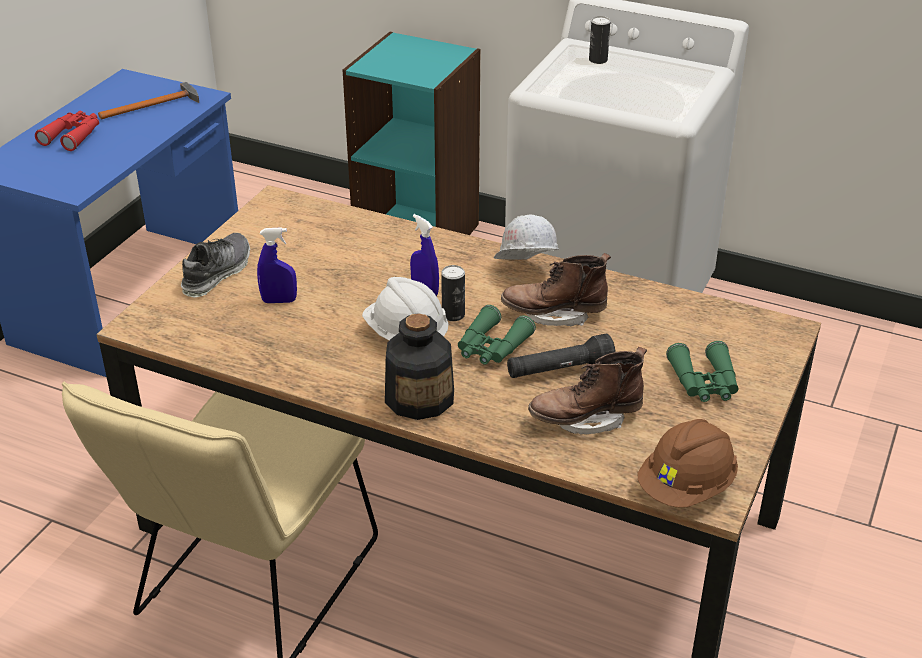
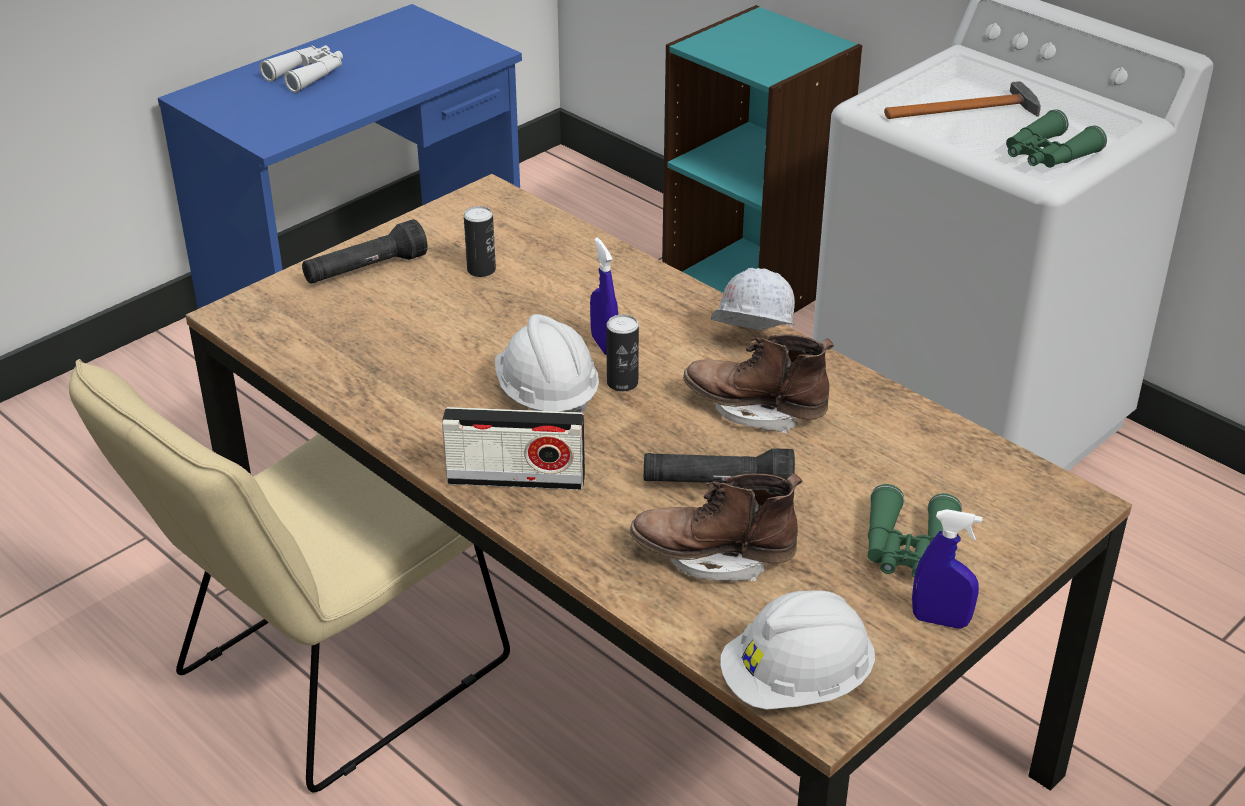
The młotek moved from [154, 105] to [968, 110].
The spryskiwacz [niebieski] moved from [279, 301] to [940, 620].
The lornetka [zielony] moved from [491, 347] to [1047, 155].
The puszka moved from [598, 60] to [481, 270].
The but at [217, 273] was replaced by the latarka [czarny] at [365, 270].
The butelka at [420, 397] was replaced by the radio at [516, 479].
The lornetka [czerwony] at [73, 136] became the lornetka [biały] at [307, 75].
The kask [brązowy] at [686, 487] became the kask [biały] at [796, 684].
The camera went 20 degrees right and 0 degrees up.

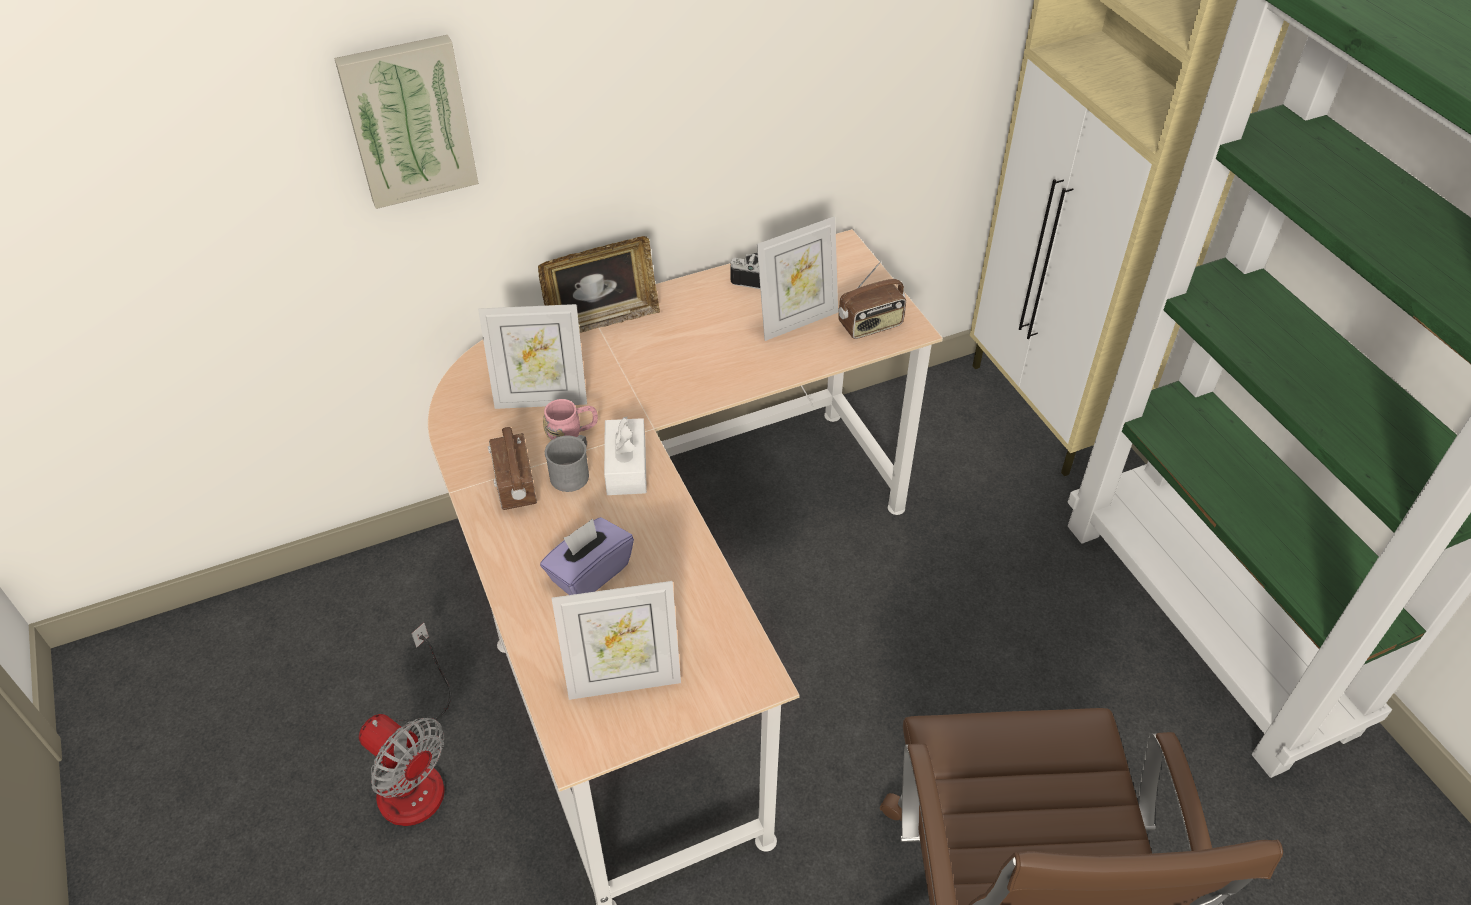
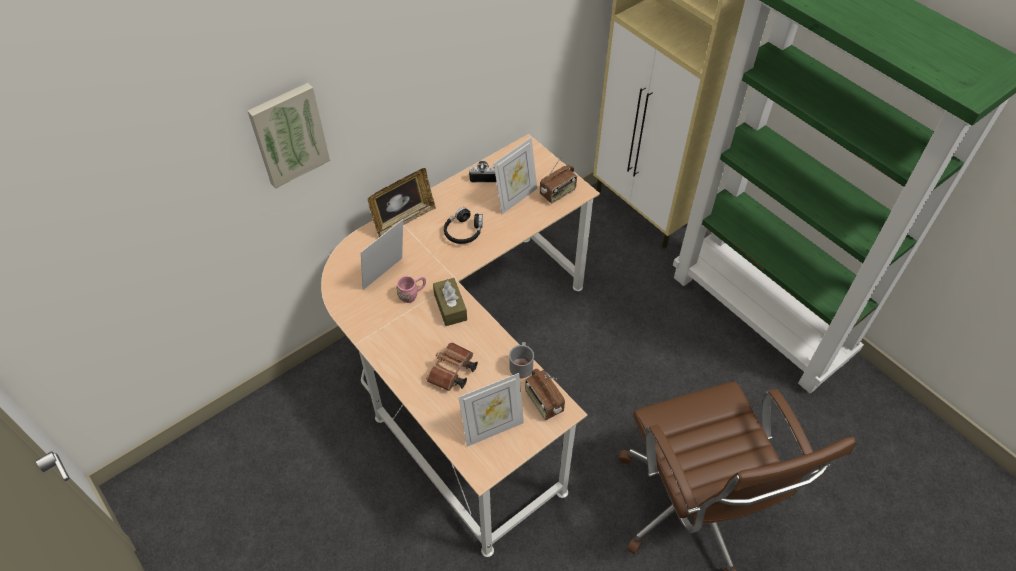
The wentylator at [415, 770] disappeared.
The słuchawki [czarny] at [464, 231] appeared.
The radio moved from [515, 487] to [543, 402].
The kubek [szary] moved from [573, 472] to [521, 364].
The pudełko chusteczek [fioletowy] at [589, 573] was replaced by the lornetka [brązowy] at [452, 373].
The pudełko chusteczek [biały] at [626, 467] became the pudełko chusteczek [brązowy] at [450, 307].
The ramka na zdjęcie at [541, 399] turned 150 degrees clockwise.
The camera went 15 degrees left and 5 degrees up.

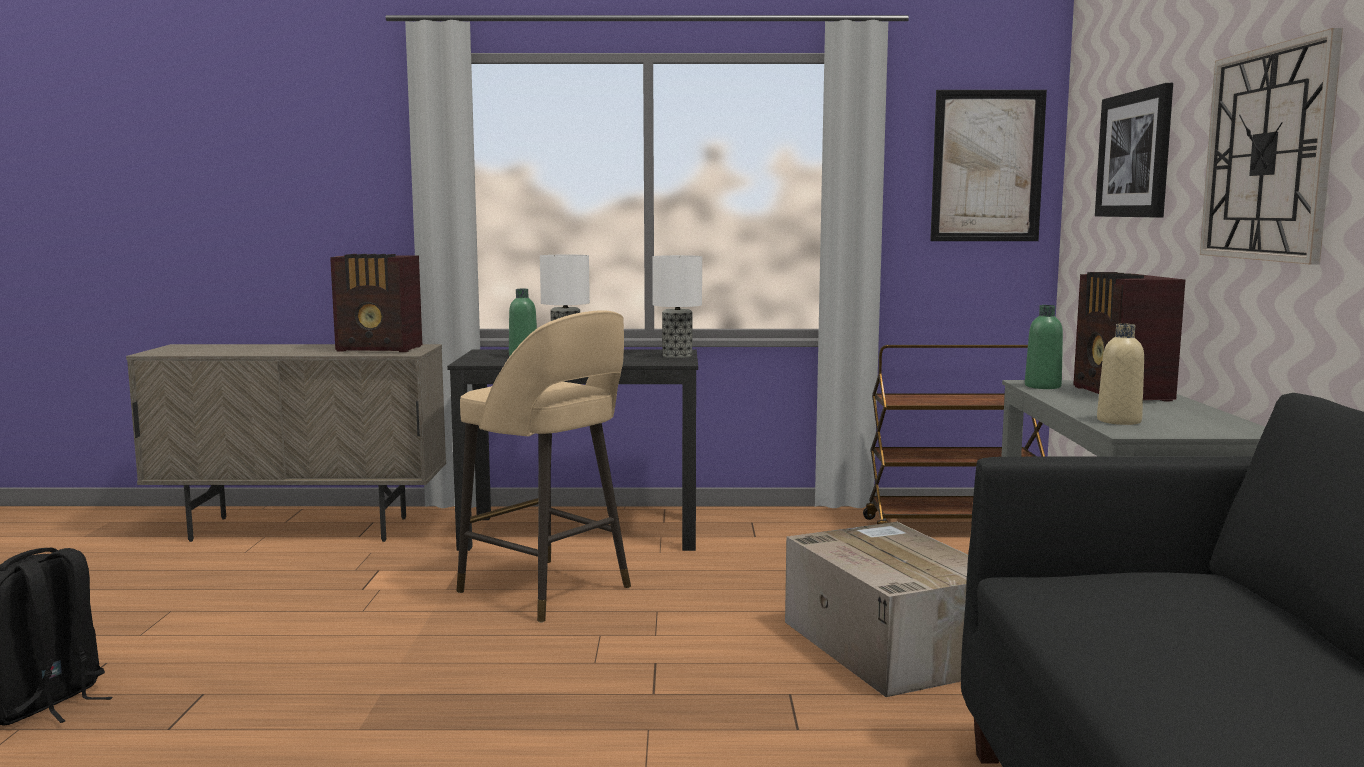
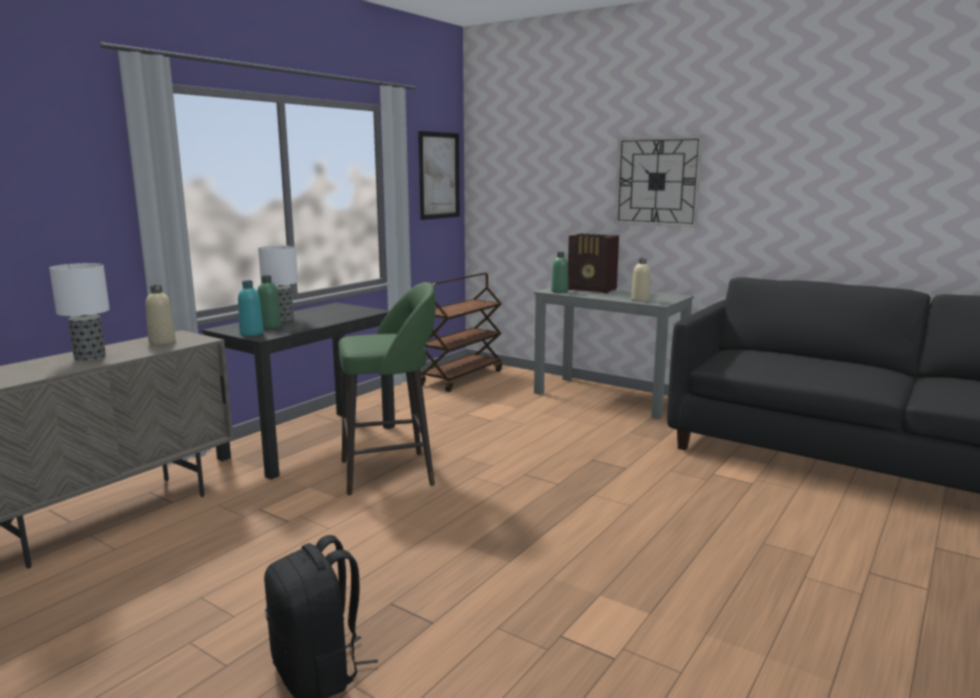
The karton at [888, 644] disappeared.
The obraz at [1135, 154] disappeared.
The butelka [turkusowy] at [251, 333] appeared.
The lampa stołowa moved from [678, 355] to [90, 357].
The radio at [380, 349] was replaced by the butelka [beżowy] at [162, 342].
The stołek [beżowy] at [548, 591] became the stołek [zielony] at [390, 472].
The camera went 55 degrees left and 5 degrees up.

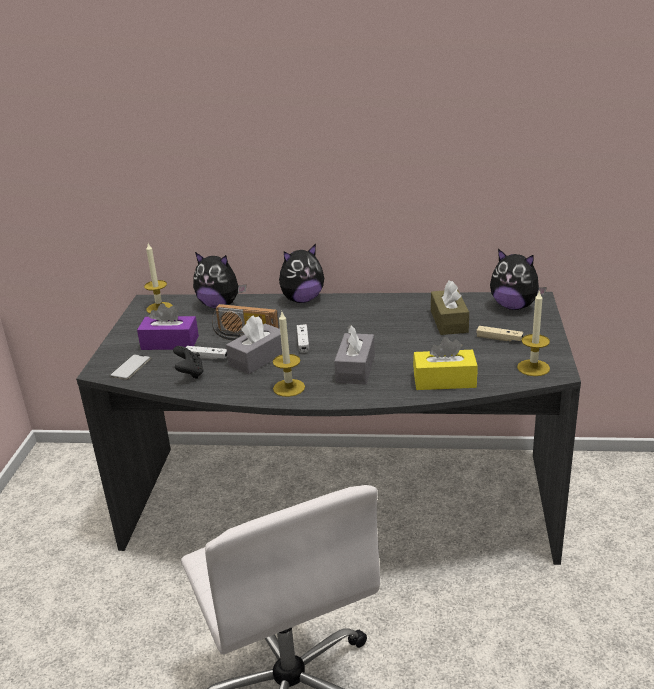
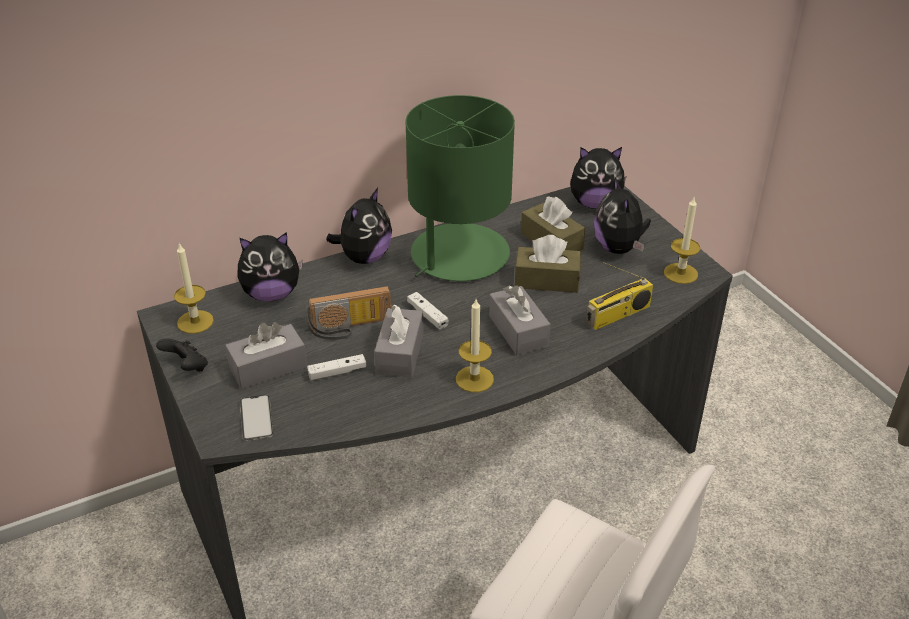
The lampa stołowa [zielony] at [459, 255] appeared.
The pudełko chusteczek [brązowy] at [547, 280] appeared.
The pad do gier [czarny] moved from [190, 373] to [187, 367].
The pudełko chusteczek [żółty] at [444, 380] was replaced by the radio at [617, 315].
The pad do gier [beżowy] at [499, 339] was replaced by the pluszak at [619, 248].
The pudełko chusteczek [fioletowy] at [170, 343] became the pudełko chusteczek [szary] at [268, 367].
The camera went 35 degrees left and 10 degrees up.

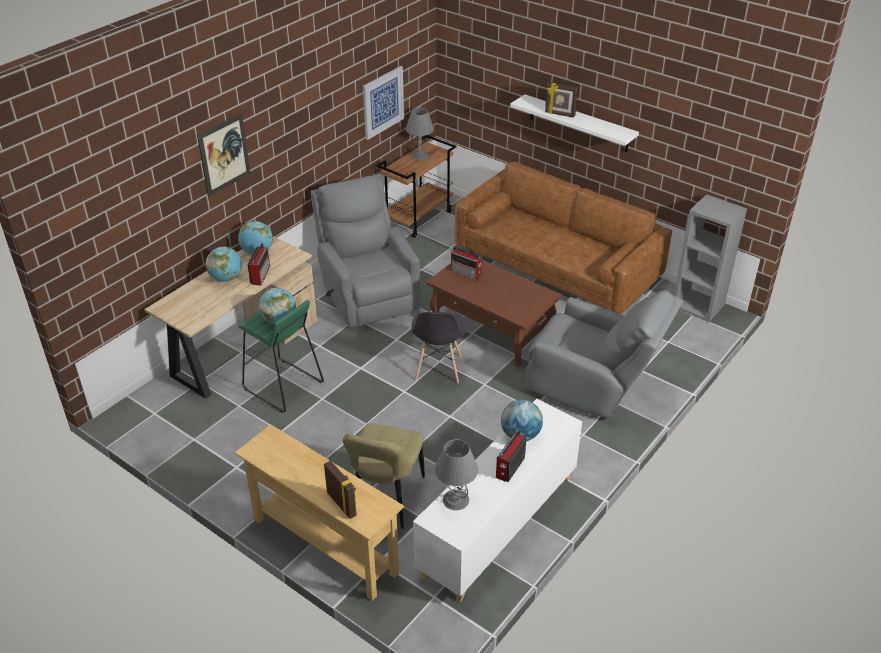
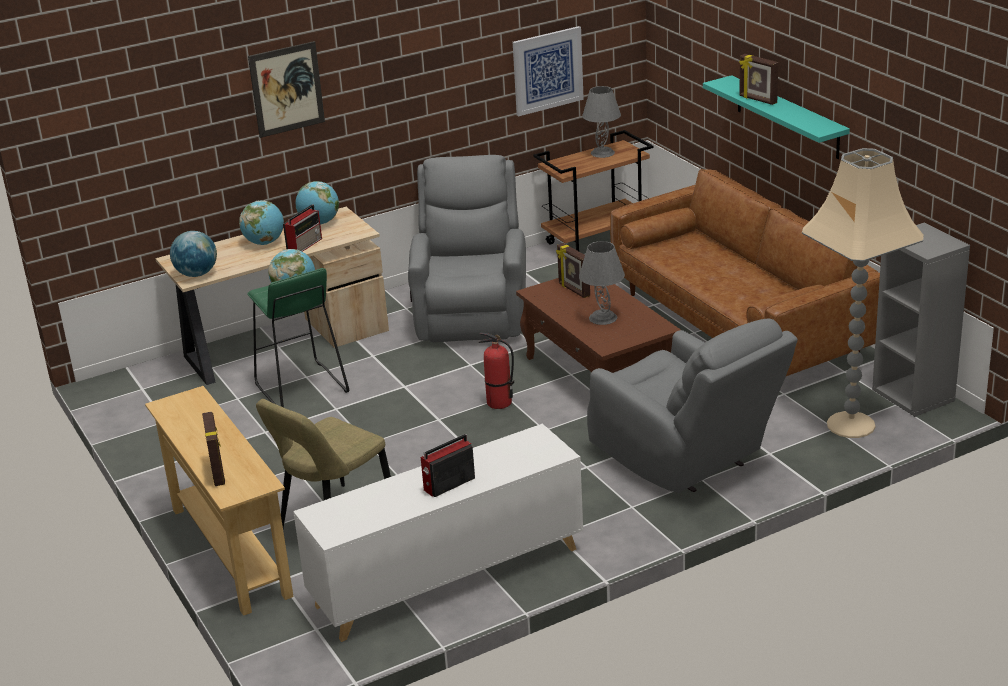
The lampa stojąca [beżowy] at [850, 425] appeared.
The lampa stołowa [szary] moved from [456, 499] to [603, 318].
The globus moved from [520, 435] to [197, 274].
The krzesło [szary] at [438, 368] was replaced by the gaśnica at [499, 403].
The radio at [466, 274] was replaced by the ramka na zdjęcie at [573, 290].
The półka [biały] at [578, 123] became the półka [turkusowy] at [787, 117].
The camera went 25 degrees right and 10 degrees down.

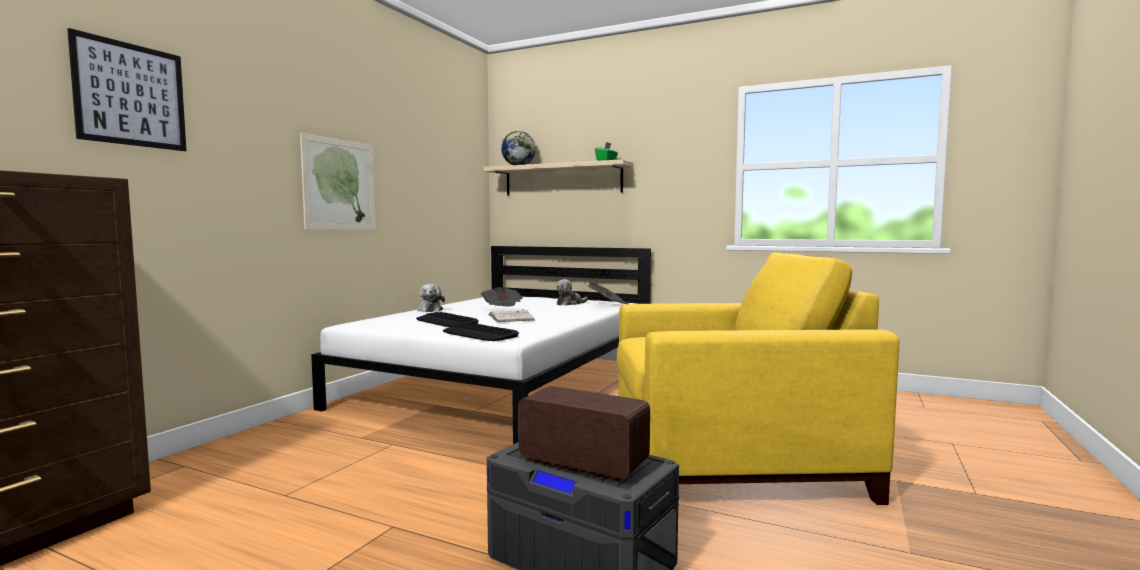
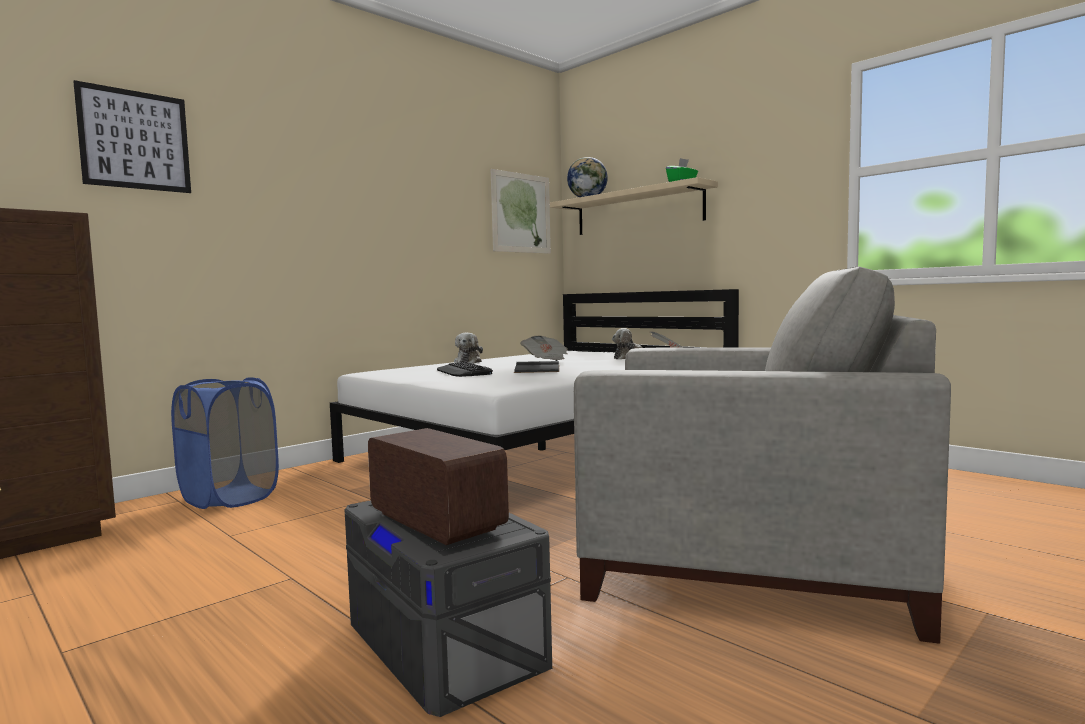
The klawiatura at [480, 334] disappeared.
The kosz na pranie [niebieski] at [230, 498] appeared.
The obraz moved from [339, 185] to [521, 213].
The książka [biały] at [511, 317] became the książka [czarny] at [537, 369].
The fotel [żółty] at [728, 460] became the fotel [szary] at [741, 555].
The camera went 20 degrees right and 0 degrees up.

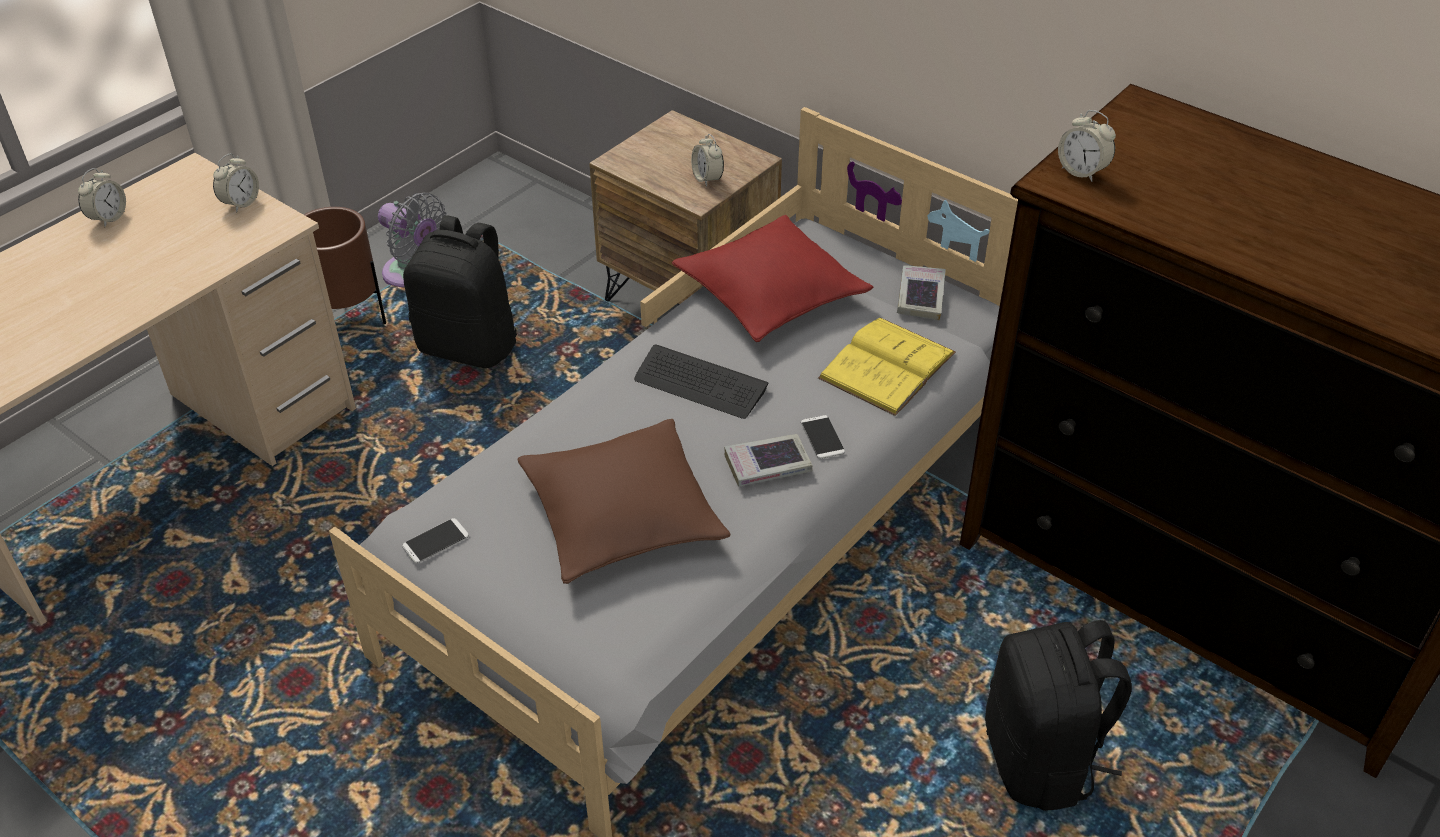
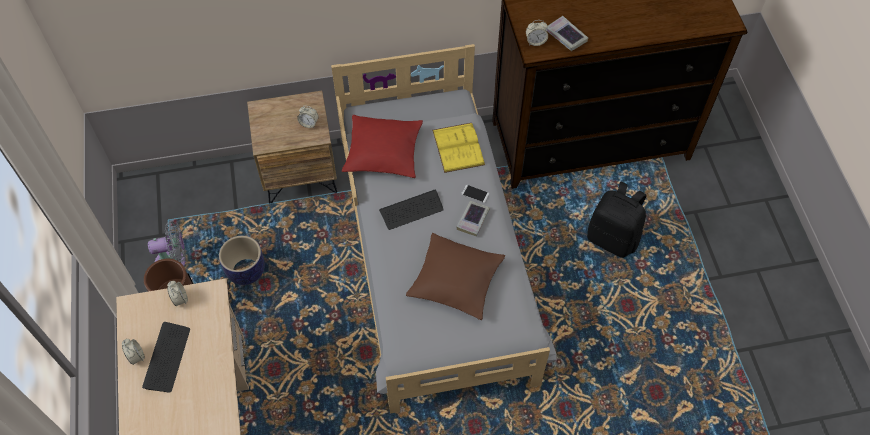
The telefon at [435, 541] disappeared.
The klawiatura at [167, 358] appeared.
The książka moved from [920, 297] to [566, 36].
The plecak [czarny] at [470, 346] was replaced by the donica at [246, 270].
The camera went 50 degrees left and 15 degrees up.

